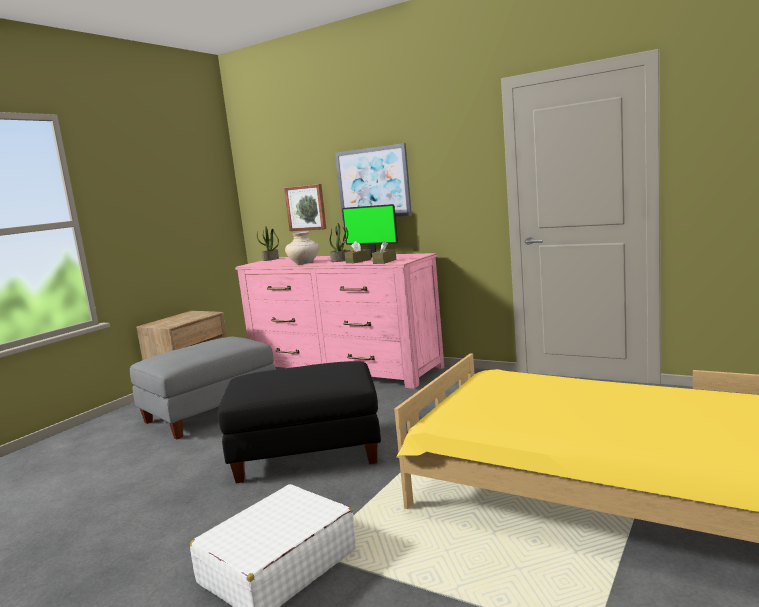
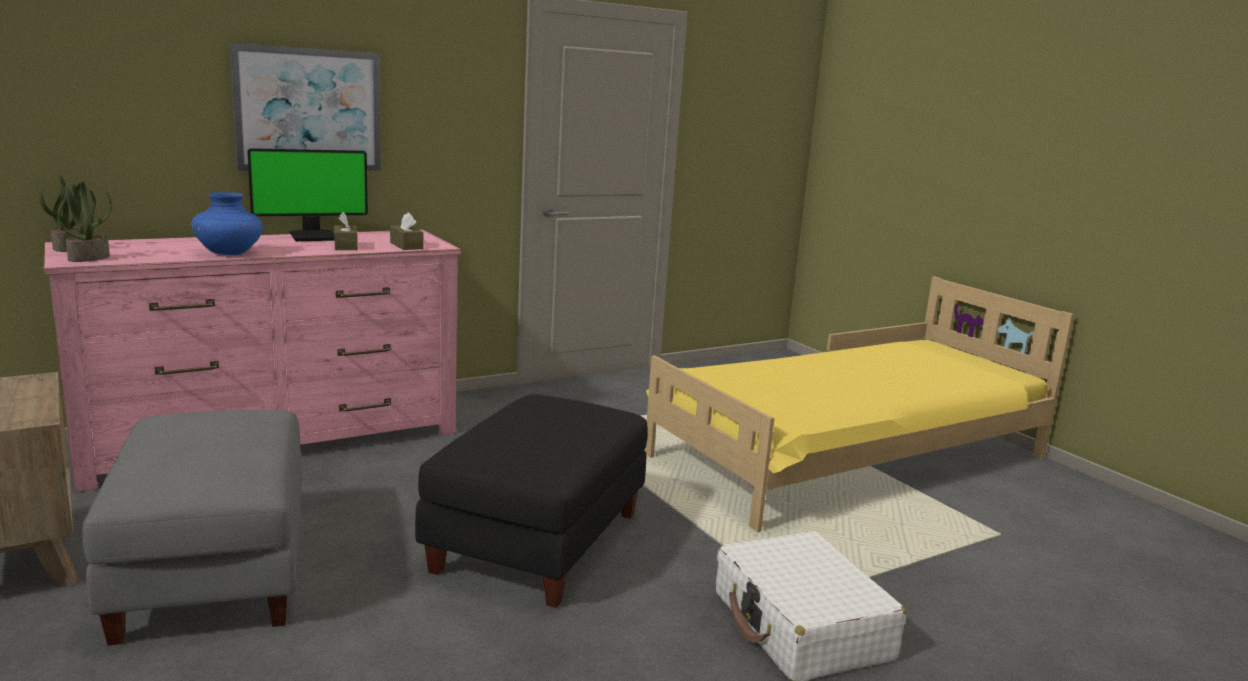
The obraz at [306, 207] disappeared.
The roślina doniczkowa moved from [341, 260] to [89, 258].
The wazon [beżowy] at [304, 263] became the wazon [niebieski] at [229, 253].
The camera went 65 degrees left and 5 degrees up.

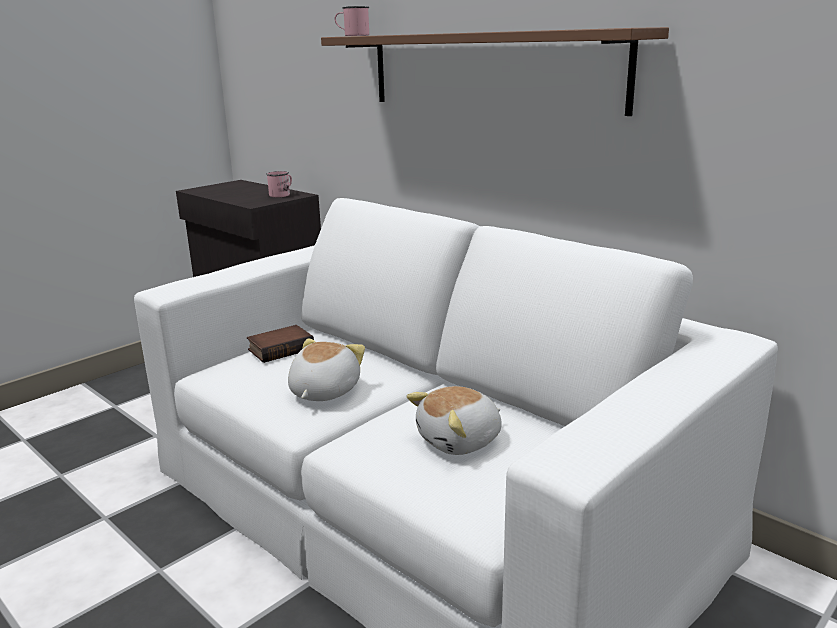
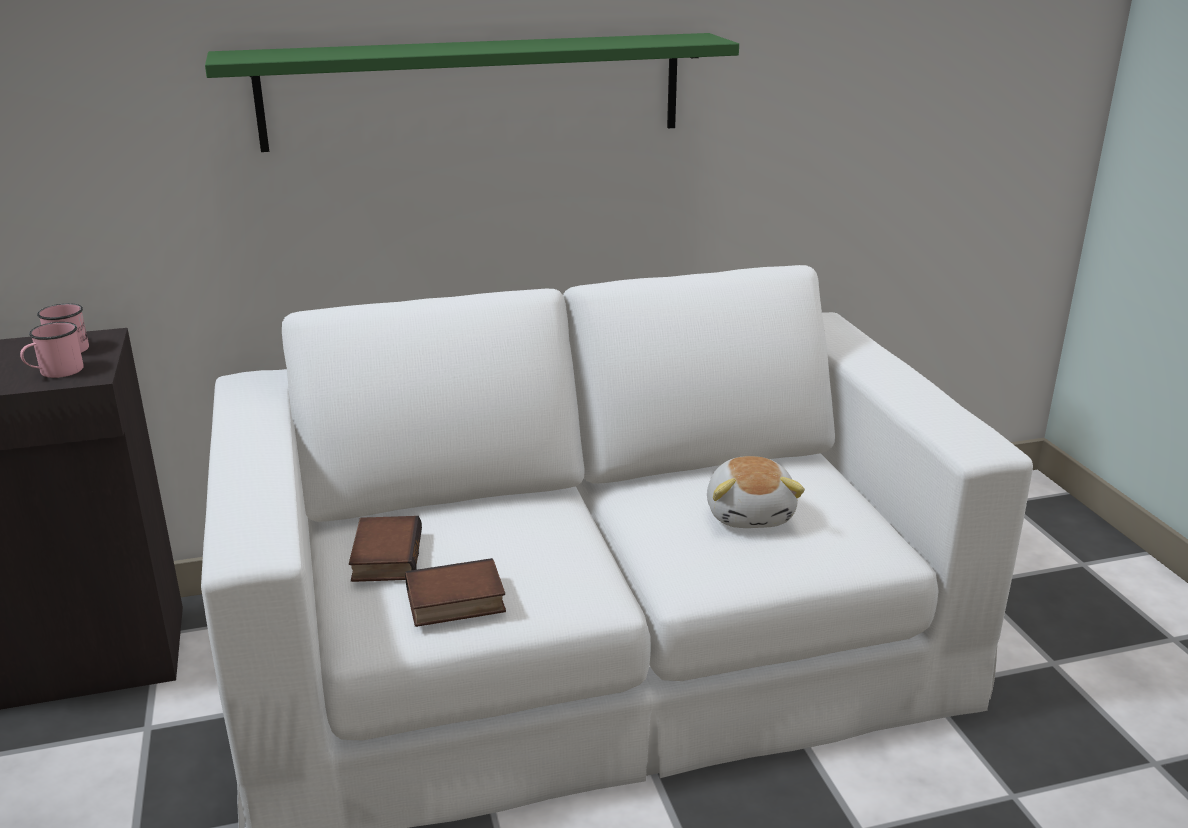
The pluszak at [322, 391] disappeared.
The książka at [454, 603] appeared.
The kubek [różowy] moved from [352, 35] to [55, 372].
The półka [brązowy] at [489, 70] became the półka [zielony] at [474, 91].
The camera went 60 degrees left and 5 degrees up.

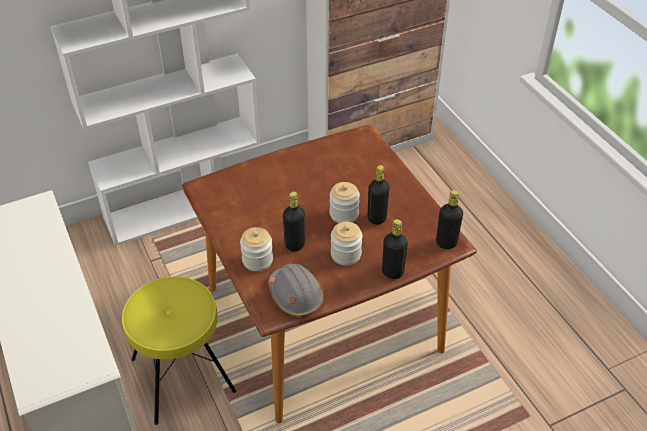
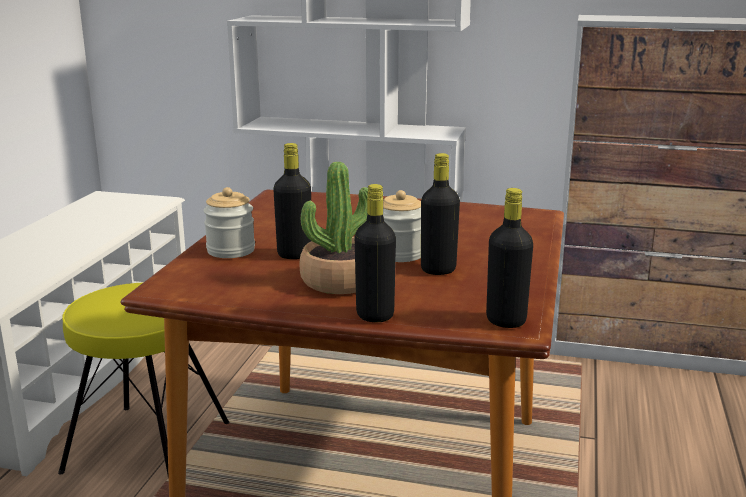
The kask [szary] at [295, 296] disappeared.
The słoik at [346, 254] was replaced by the roślina doniczkowa at [340, 281].
The camera went 40 degrees right and 25 degrees down.

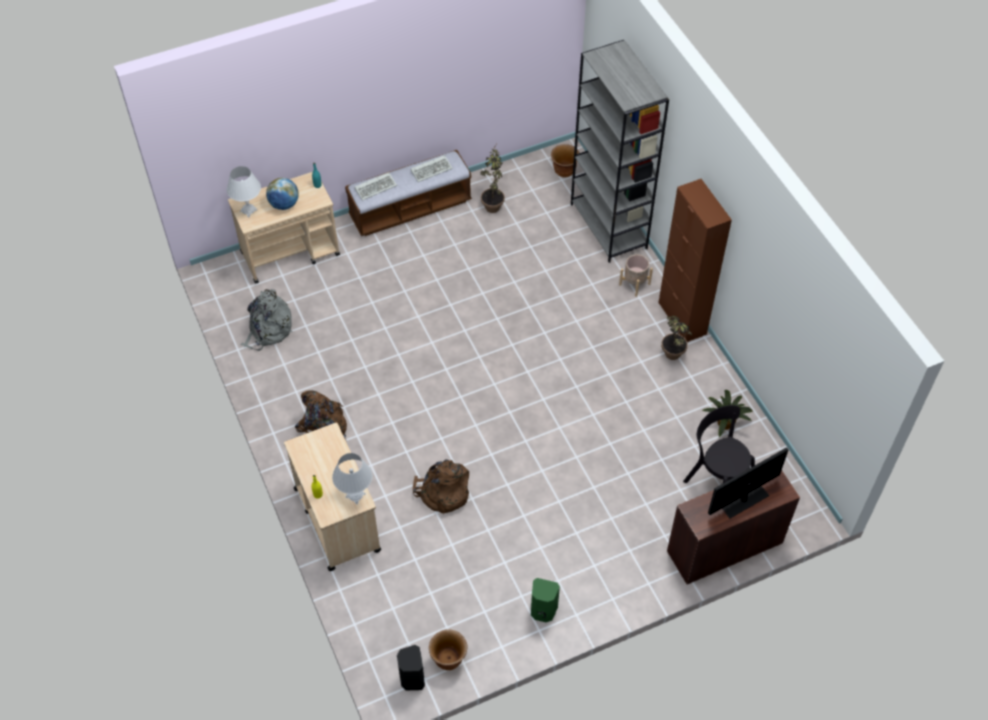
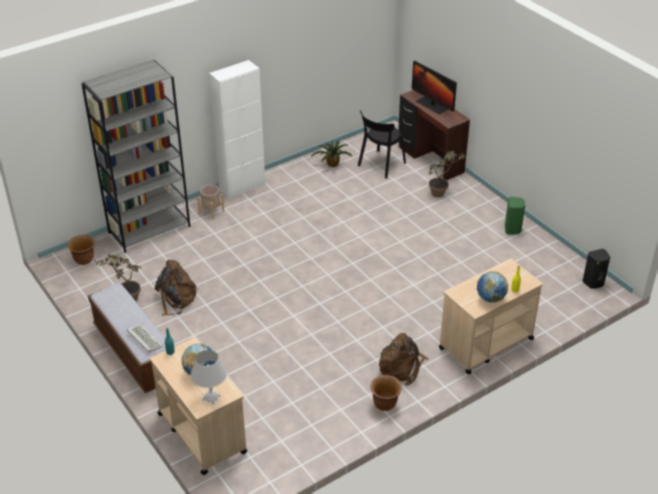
The plecak [szary] at [268, 330] disappeared.
The lampa stołowa [biały] at [355, 495] disappeared.
The klawiatura at [432, 169] disappeared.
The globus at [490, 298] appeared.
The plecak [brązowy] moved from [442, 493] to [176, 298].
The donica [brązowy] moved from [448, 659] to [384, 404].
The roślina doniczkowa moved from [672, 358] to [442, 193].
The szafka [brązowy] at [682, 318] became the szafka [biały] at [242, 187].
The camera went 100 degrees left and 15 degrees down.

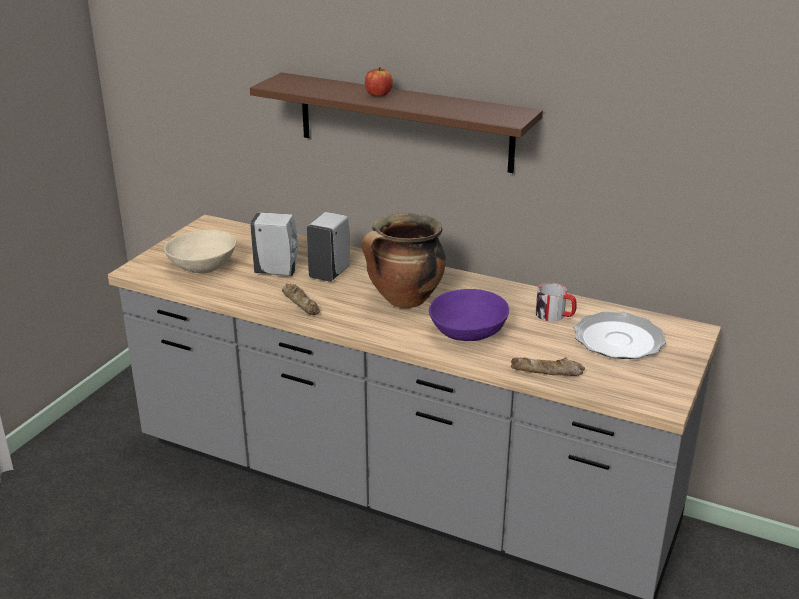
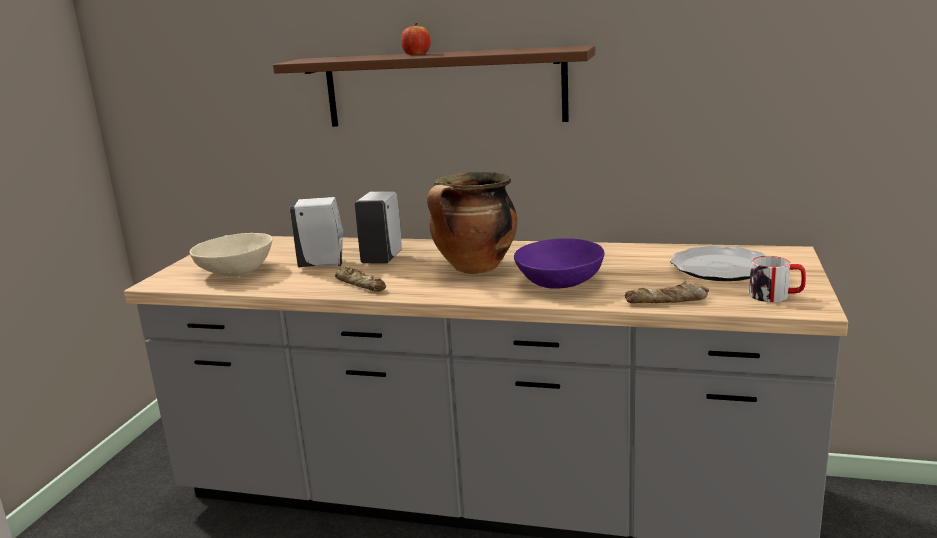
The kubek moved from [555, 315] to [776, 296].
The camera went 10 degrees left and 10 degrees down.

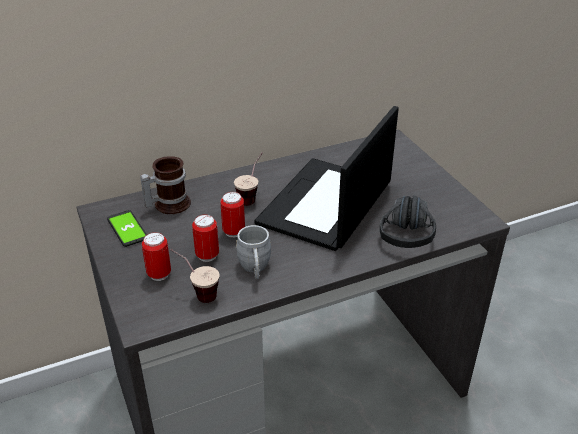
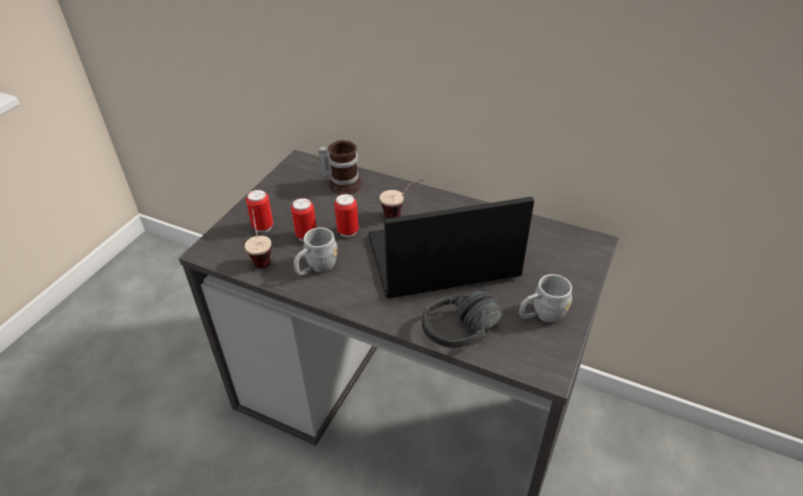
The telefon at [127, 229] disappeared.
The kubek [szary] at [541, 315] appeared.
The camera went 50 degrees right and 5 degrees up.

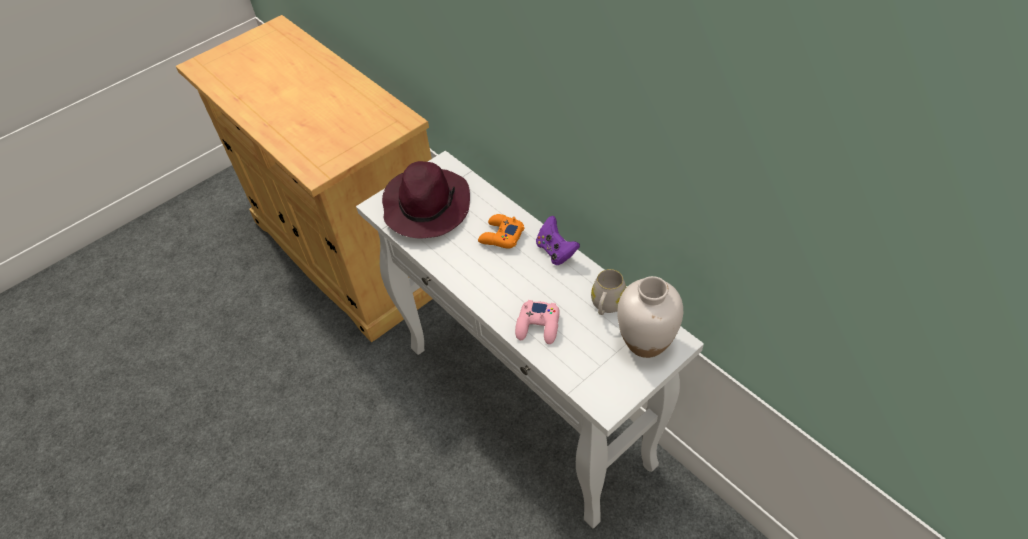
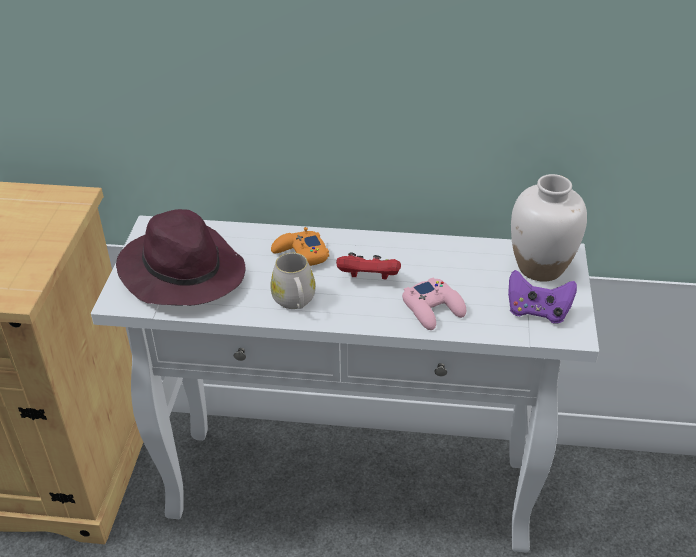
The pad do gier [czerwony] at [369, 279] appeared.
The pad do gier [fioletowy] moved from [556, 251] to [537, 311].
The kubek [biały] moved from [607, 306] to [295, 302].
The camera went 45 degrees left and 10 degrees down.

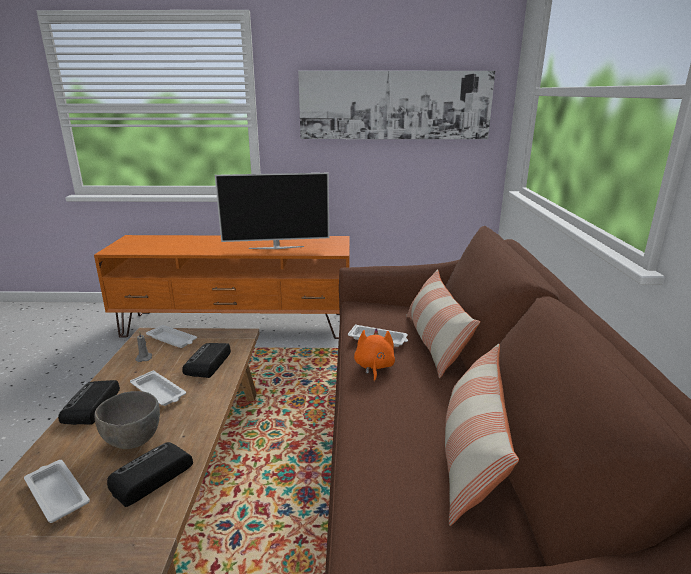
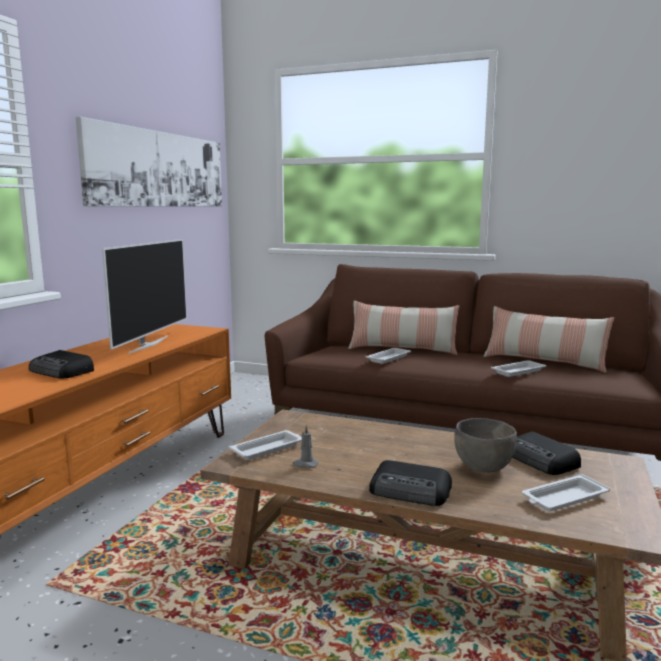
The pluszak [pomarańczowy] at [374, 367] disappeared.
The taca [biały] moved from [159, 392] to [519, 371].
The radio moved from [207, 364] to [62, 371].
The camera went 70 degrees left and 10 degrees down.

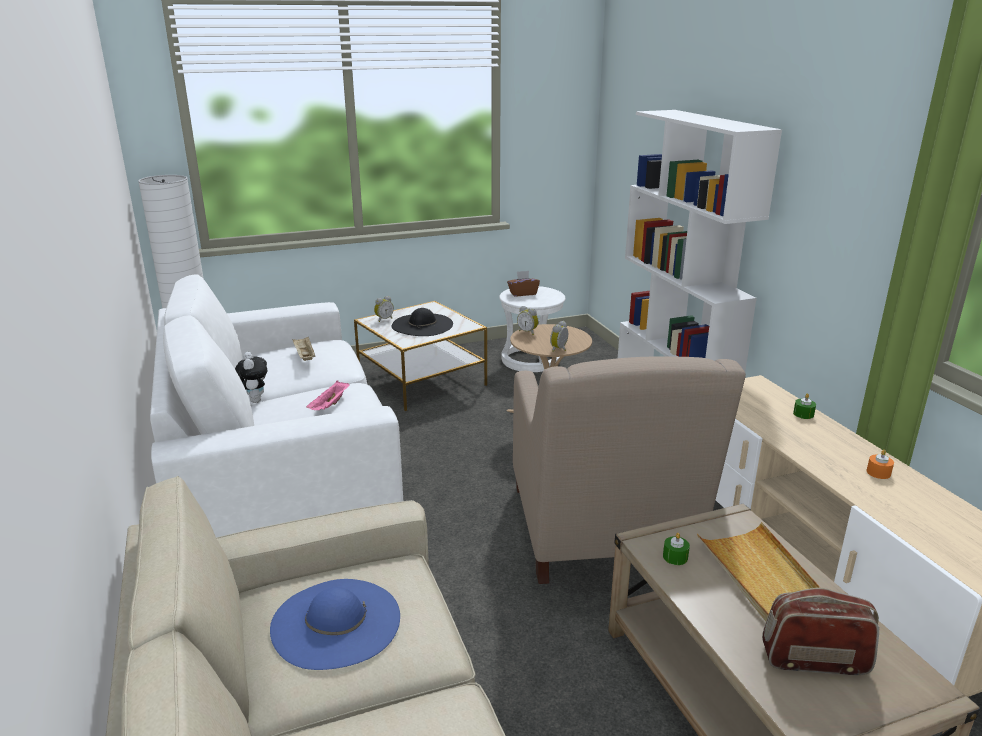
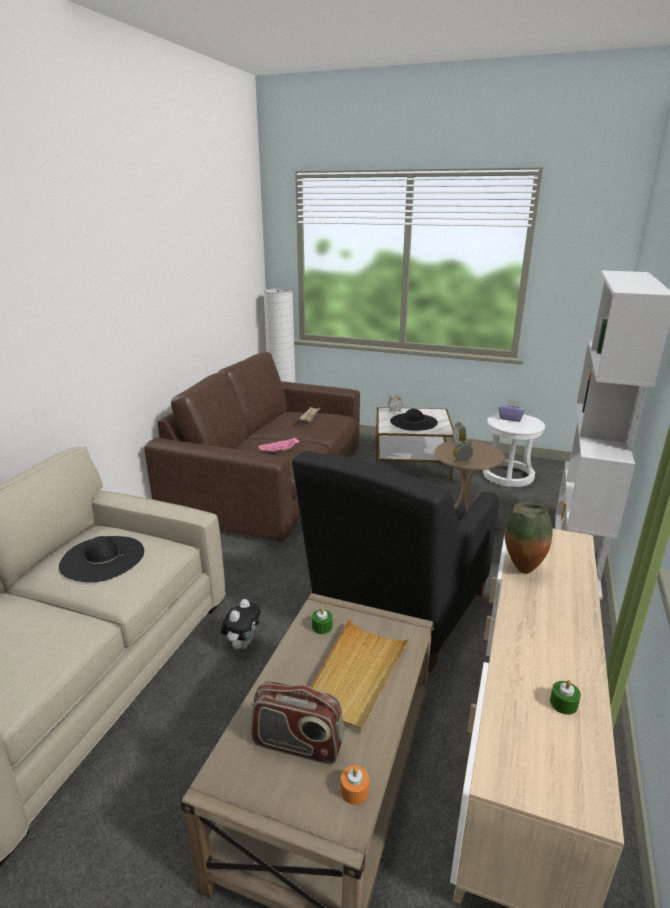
The wazon at [521, 569] appeared.
The pluszak moved from [253, 400] to [242, 644].
The świeca [zielony] moved from [803, 414] to [563, 703].
The świeca [pomarańczowy] moved from [878, 473] to [354, 790].
The kanapa [biały] at [279, 461] became the kanapa [brązowy] at [271, 482].
The kapelusz [niebieski] at [336, 622] became the kapelusz [czarny] at [102, 558].
The pudełko chusteczek [brązowy] at [523, 293] became the pudełko chusteczek [fioletowy] at [510, 418].
The fotel [beżowy] at [601, 532] became the fotel [czarny] at [397, 609].
The radio at [814, 660] turned 150 degrees clockwise.
The camera went 40 degrees right and 0 degrees up.

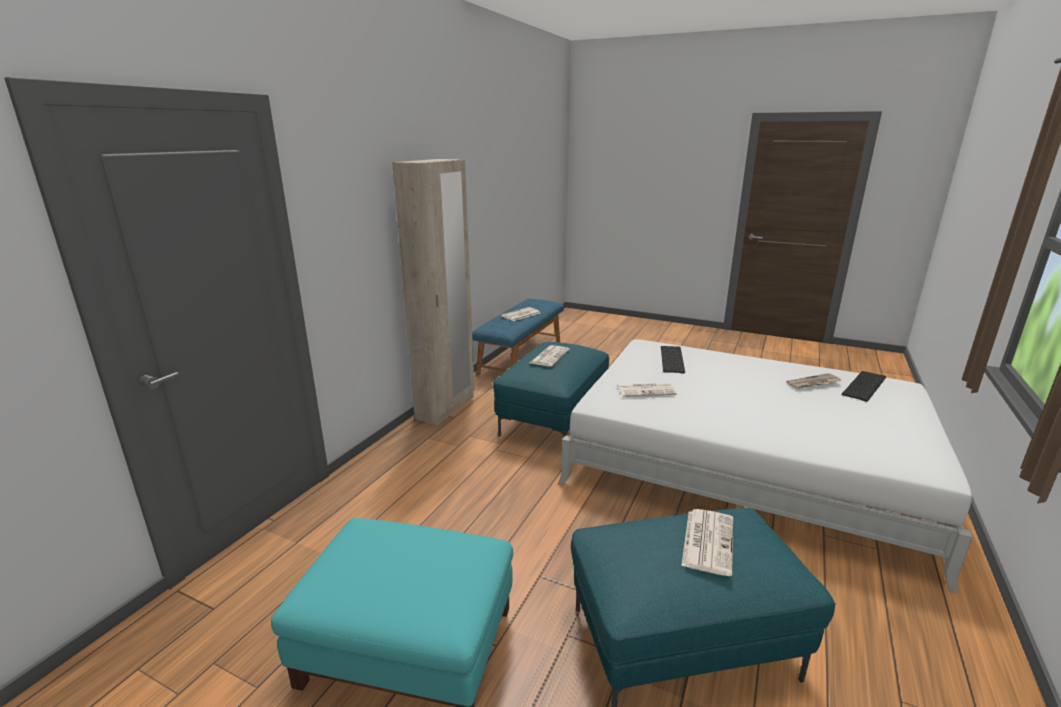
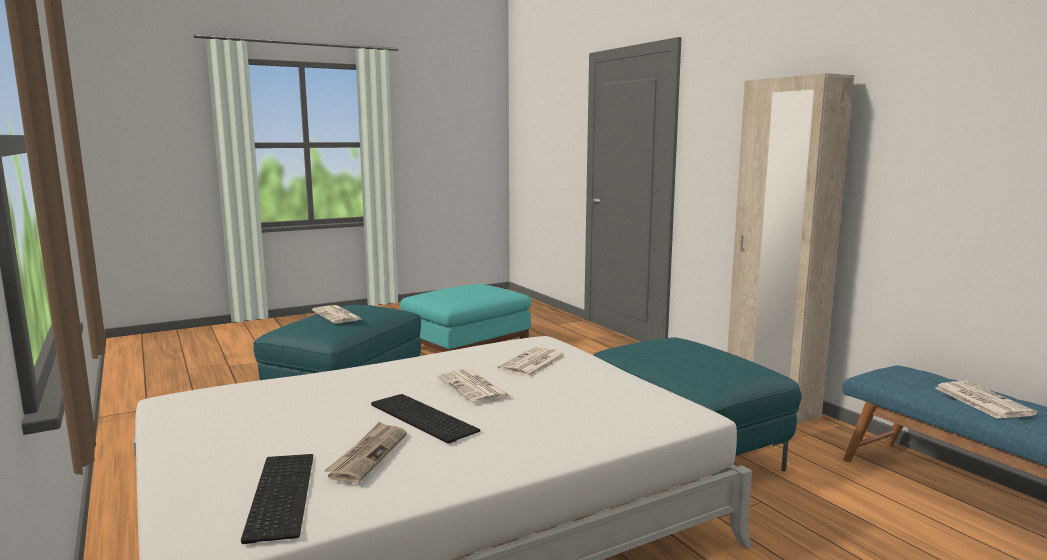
The gazeta moved from [549, 356] to [474, 388].
The klawiatura moved from [673, 359] to [420, 418].
The camera went 125 degrees right and 10 degrees down.

